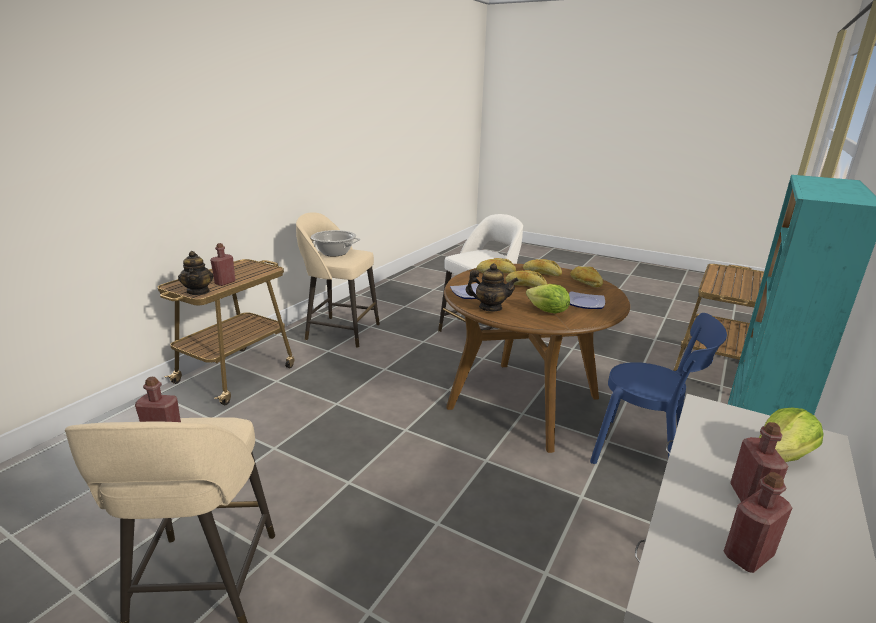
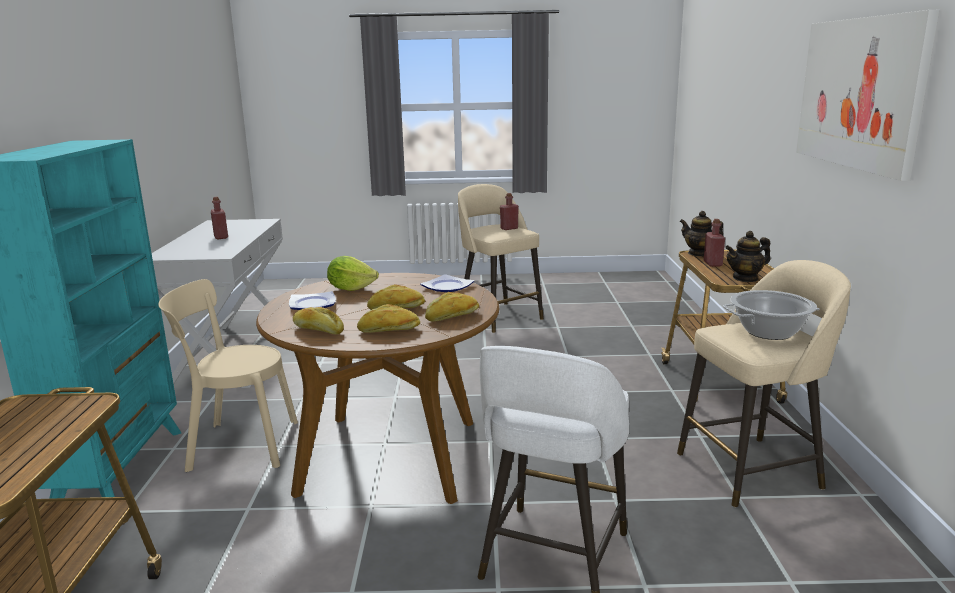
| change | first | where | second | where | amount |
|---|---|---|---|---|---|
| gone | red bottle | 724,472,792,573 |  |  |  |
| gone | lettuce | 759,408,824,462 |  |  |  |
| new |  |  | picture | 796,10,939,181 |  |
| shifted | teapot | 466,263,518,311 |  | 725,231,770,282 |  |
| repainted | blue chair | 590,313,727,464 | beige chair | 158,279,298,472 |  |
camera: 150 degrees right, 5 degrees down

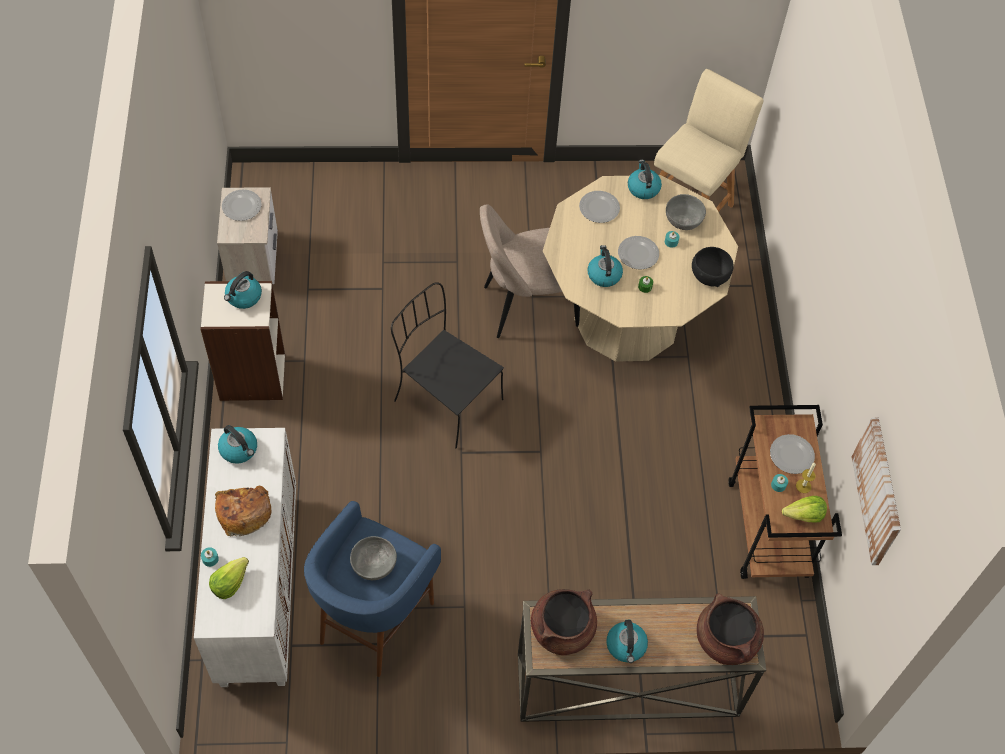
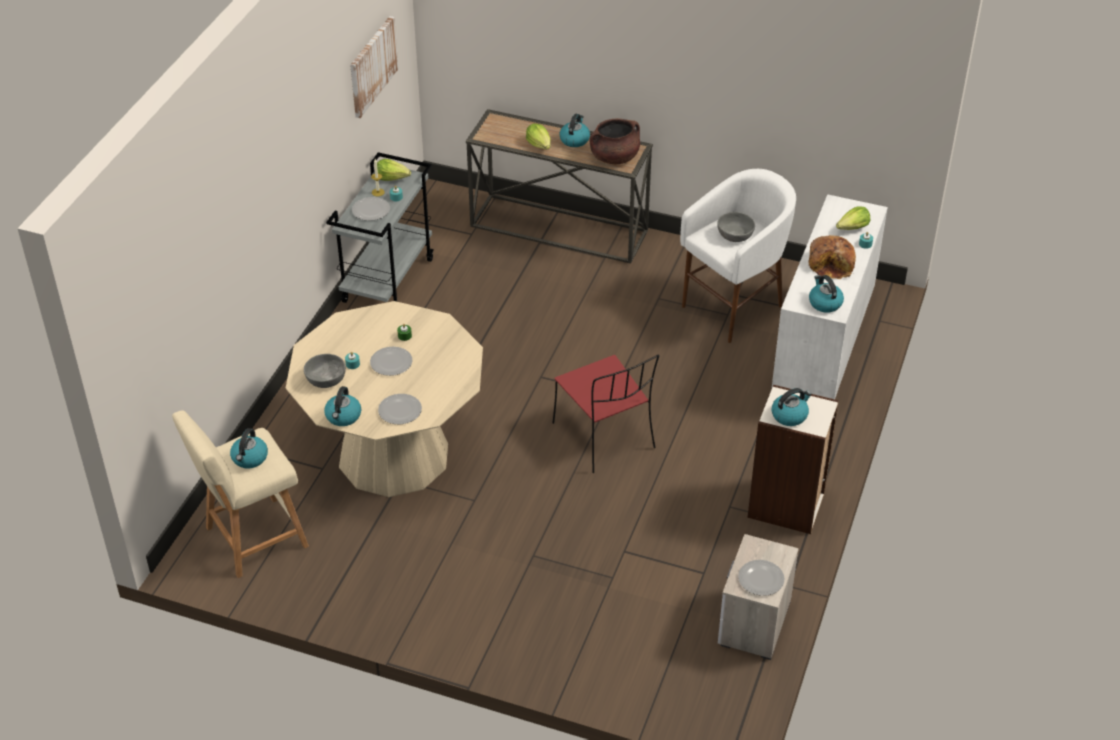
| change | first | where | second | where | amount |
|---|---|---|---|---|---|
| gone | beige chair | 480,205,580,338 |  |  |  |
| gone | black bowl | 692,247,734,287 |  |  |  |
| gone | brown cooking pot | 697,593,764,665 |  |  |  |
| new |  |  | lettuce | 526,123,551,150 |  |
| shifted | kettle | 588,245,623,287 |  | 230,428,268,469 |  |
| repainted | blue stool | 304,501,441,677 | white stool | 680,169,796,343 |  |
| repainted | black chair | 391,282,504,448 | red chair | 552,355,659,473 |  |
| repainted | brown cart | 728,405,842,579 | grey cart | 326,152,434,303 |  |
camera: 155 degrees left, 15 degrees down

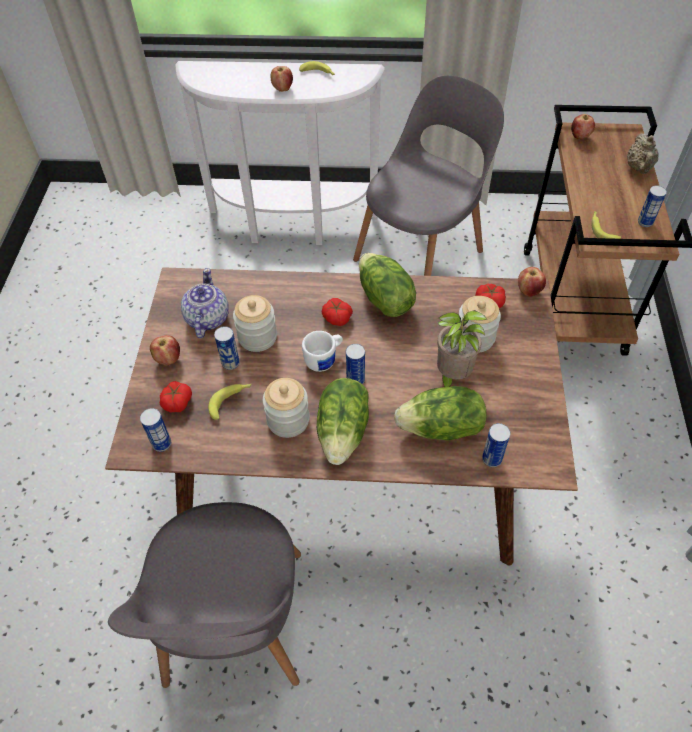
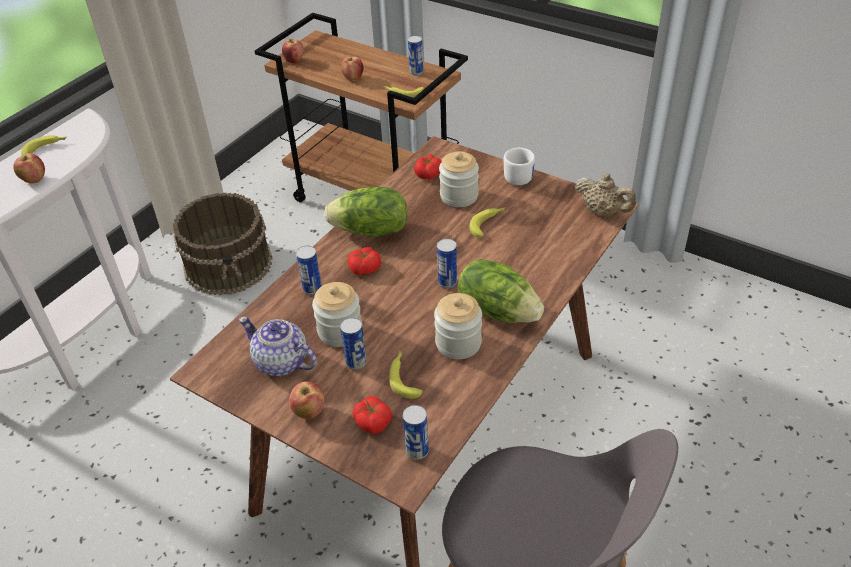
| change | first | where | second | where | amount |
|---|---|---|---|---|---|
| gone | lettuce | 394,386,487,441 |  |  |  |
| shifted | white mug | 302,331,343,372 |  | 504,148,535,185 |  |
| shifted | can | 482,423,510,467 |  | 296,246,322,295 |  |
| shifted | apple | 518,267,546,297 |  | 341,57,364,81 |  |
| shifted | beige teapot | 627,134,658,174 |  | 575,173,636,216 |  |
| swapped | grey chair | 353,76,504,276 | brown bucket | 172,193,273,295 |  |
| swapped | potted plant | 437,310,487,387 | banana | 469,207,505,238 |  |
camera: 60 degrees left, 10 degrees down

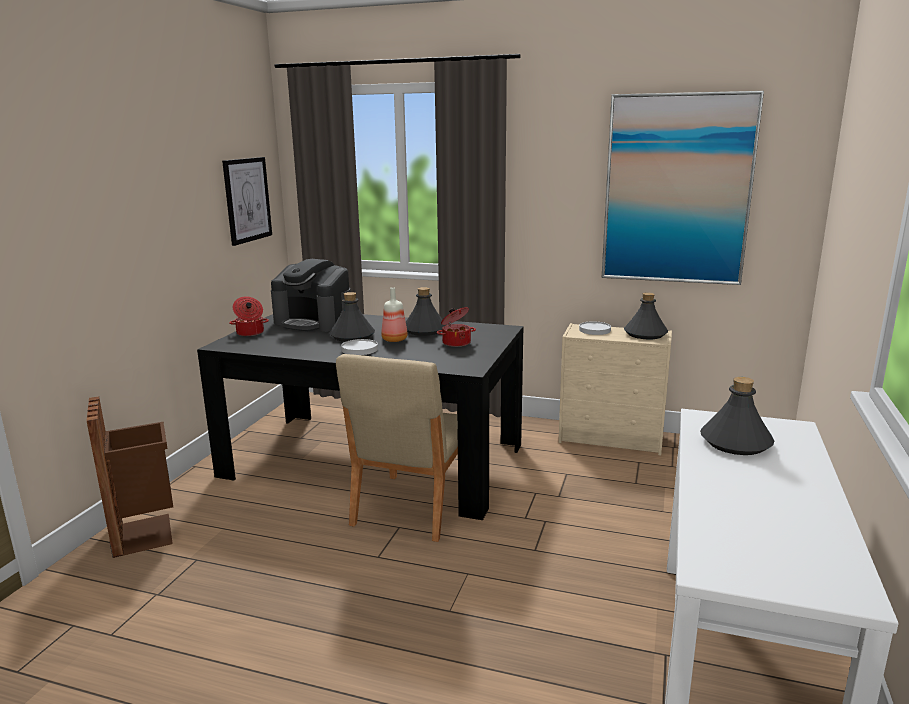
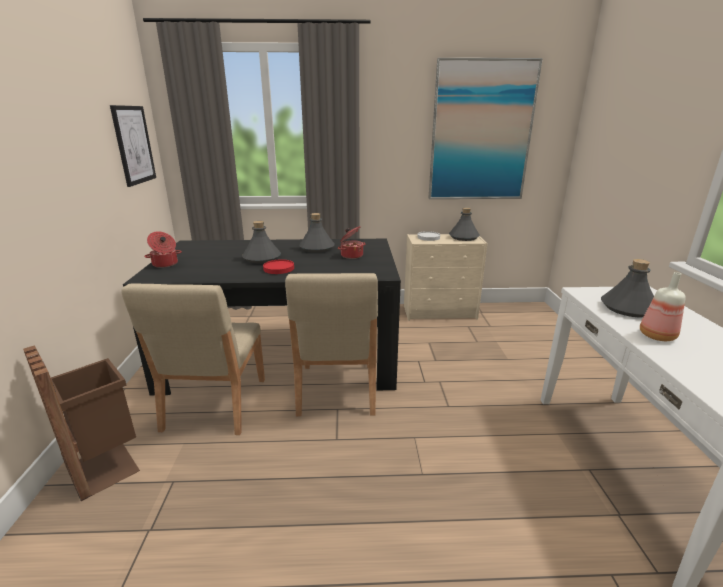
| change | first | where | second | where | amount |
|---|---|---|---|---|---|
| gone | coffee machine | 271,259,351,332 |  |  |  |
| new |  |  | beige chair | 121,284,265,435 |  |
| shifted | bottle | 381,287,408,342 |  | 640,272,686,341 |  |
| repainted | white plate | 341,339,378,355 | red plate | 263,259,294,274 |  |
camera: 20 degrees left, 5 degrees up

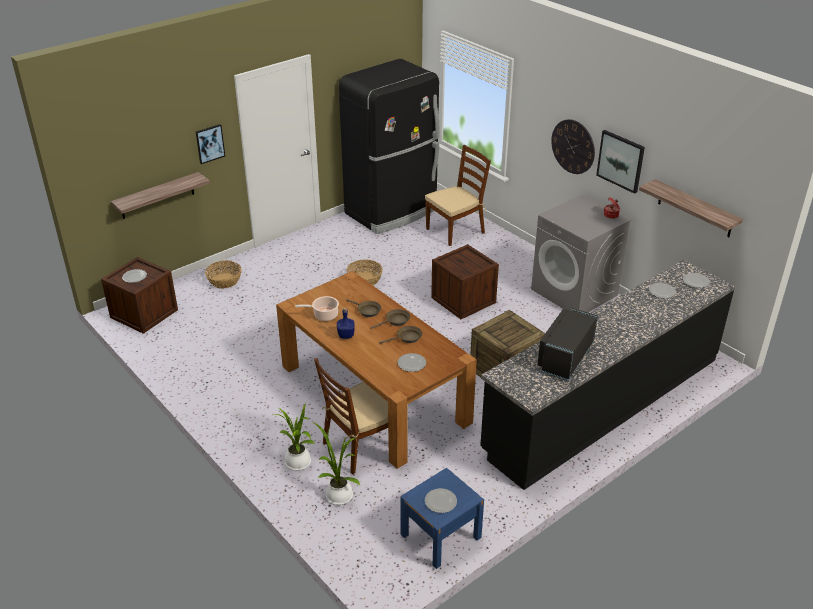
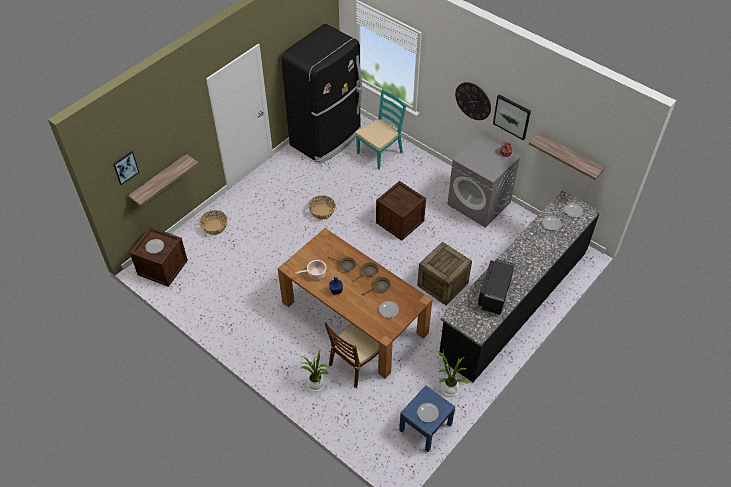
| change | first | where | second | where | amount |
|---|---|---|---|---|---|
| shifted | picture | 196,124,225,164 |  | 113,151,139,185 |  |
| shifted | potted plant | 314,423,360,505 |  | 436,349,468,396 |  |
| repainted | brown chair | 425,145,491,246 | turquoise chair | 355,89,406,169 |  |
camera: 10 degrees left, 15 degrees up

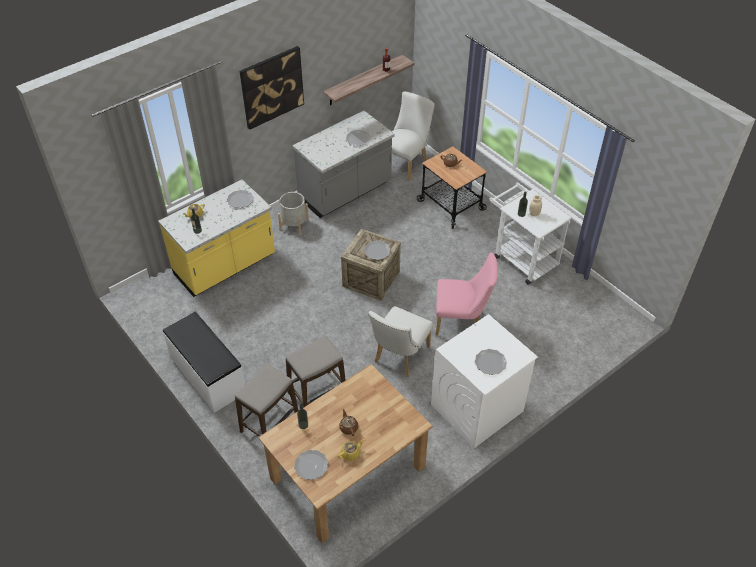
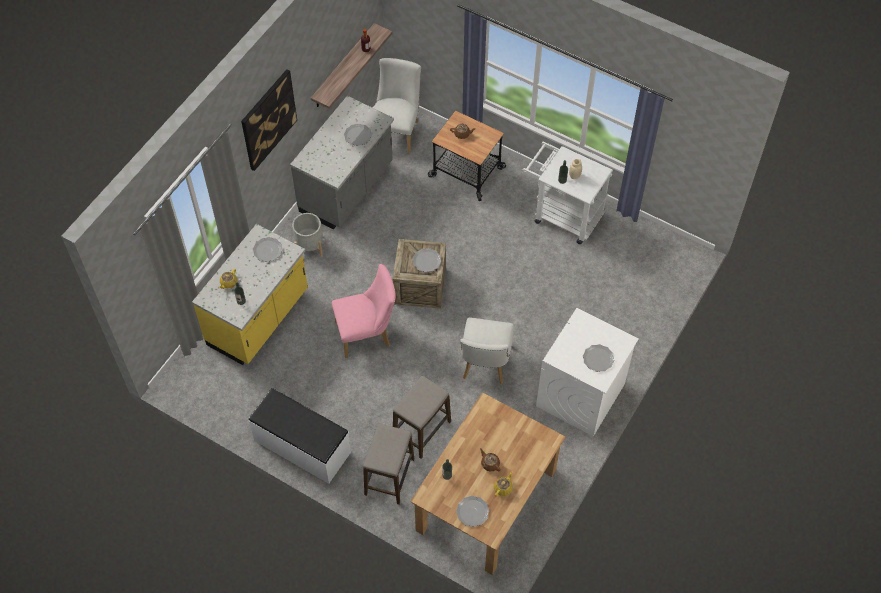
| change | first | where | second | where | amount |
|---|---|---|---|---|---|
| shifted | pink chair | 436,252,498,335 |  | 332,264,396,358 |  |
camera: 20 degrees left, 10 degrees up

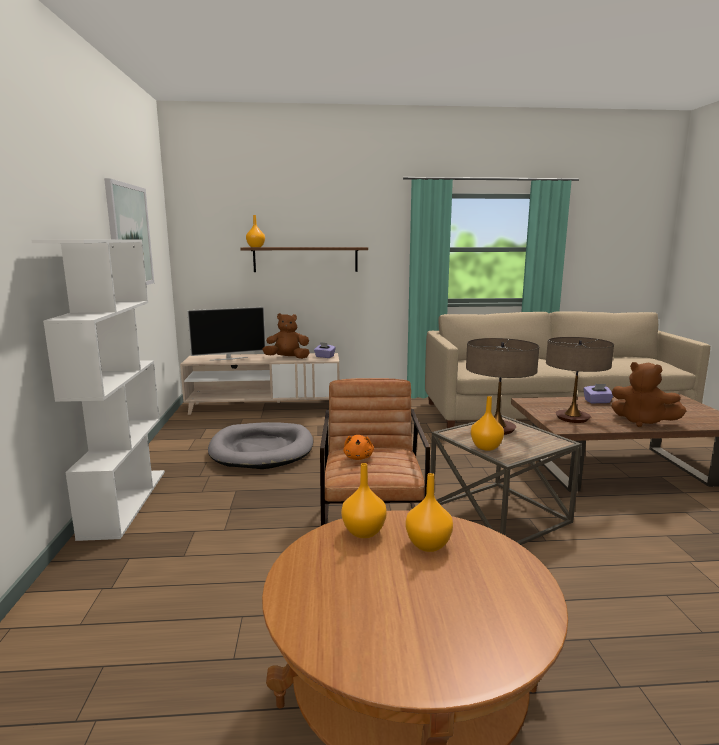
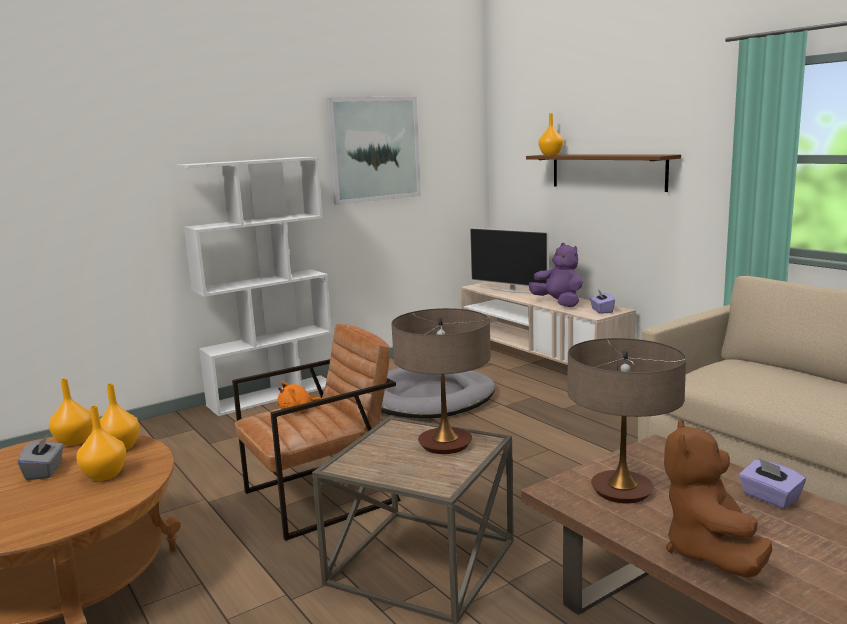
| change | first | where | second | where | amount |
|---|---|---|---|---|---|
| new |  |  | grey tissue box | 18,434,64,480 |  |
| shifted | orange vase | 471,396,504,451 |  | 49,378,93,446 |  |
| repainted | brown plush toy | 262,313,310,359 | purple plush toy | 529,243,583,307 |  |
camera: 60 degrees right, 0 degrees up

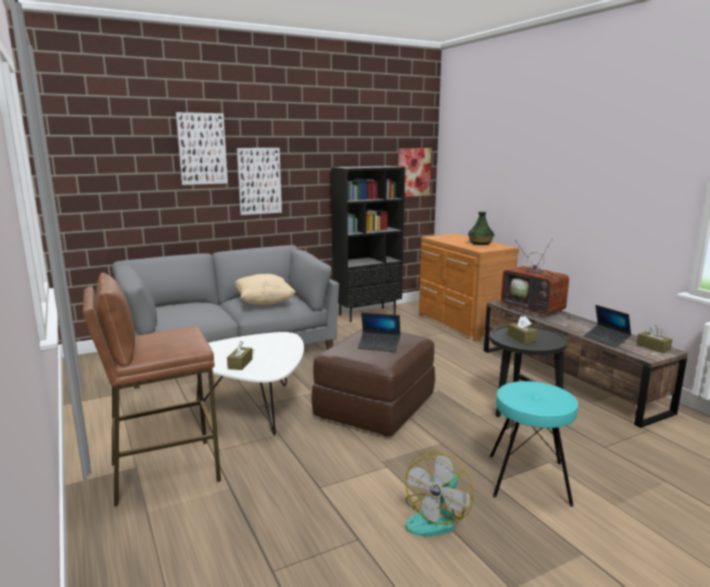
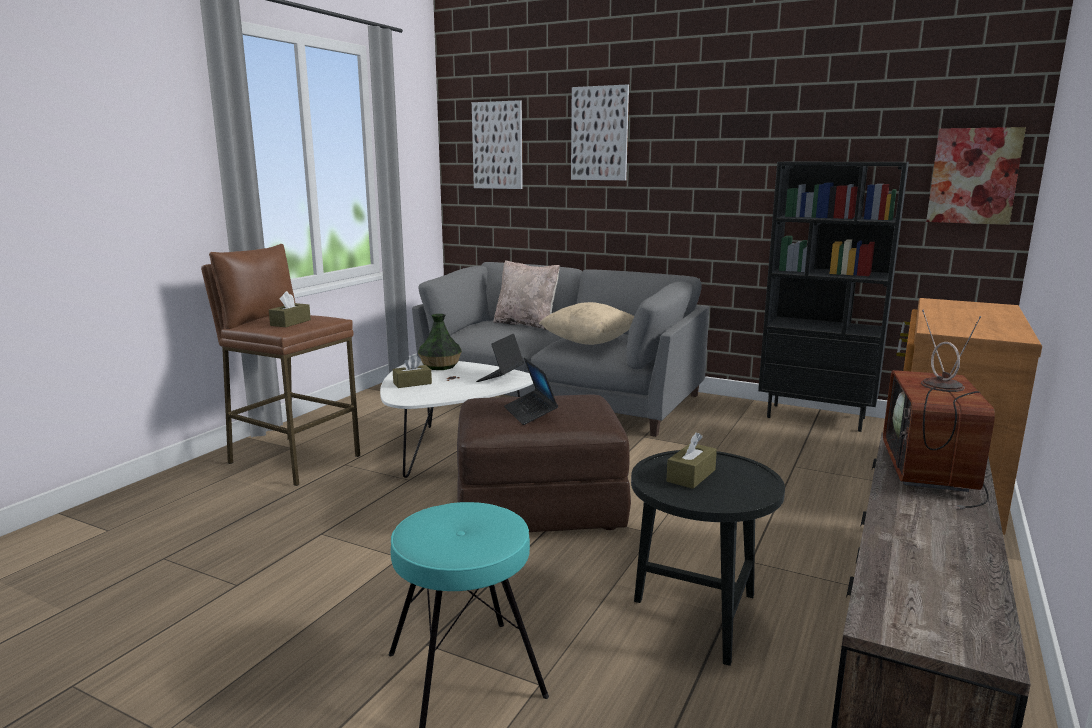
| change | first | where | second | where | amount |
|---|---|---|---|---|---|
| gone | fan | 405,451,474,536 |  |  |  |
| new |  |  | beige pillow | 493,260,560,330 |  |
| shifted | picture | 237,148,282,215 |  | 472,100,523,189 |  |
| shifted | vase | 468,212,494,245 |  | 418,314,462,370 |  |
| shifted | laptop | 583,305,631,348 |  | 476,334,524,382 |  |
| shifted | brown tissue box | 636,326,673,353 |  | 269,291,311,327 |  |
camera: 55 degrees right, 0 degrees up

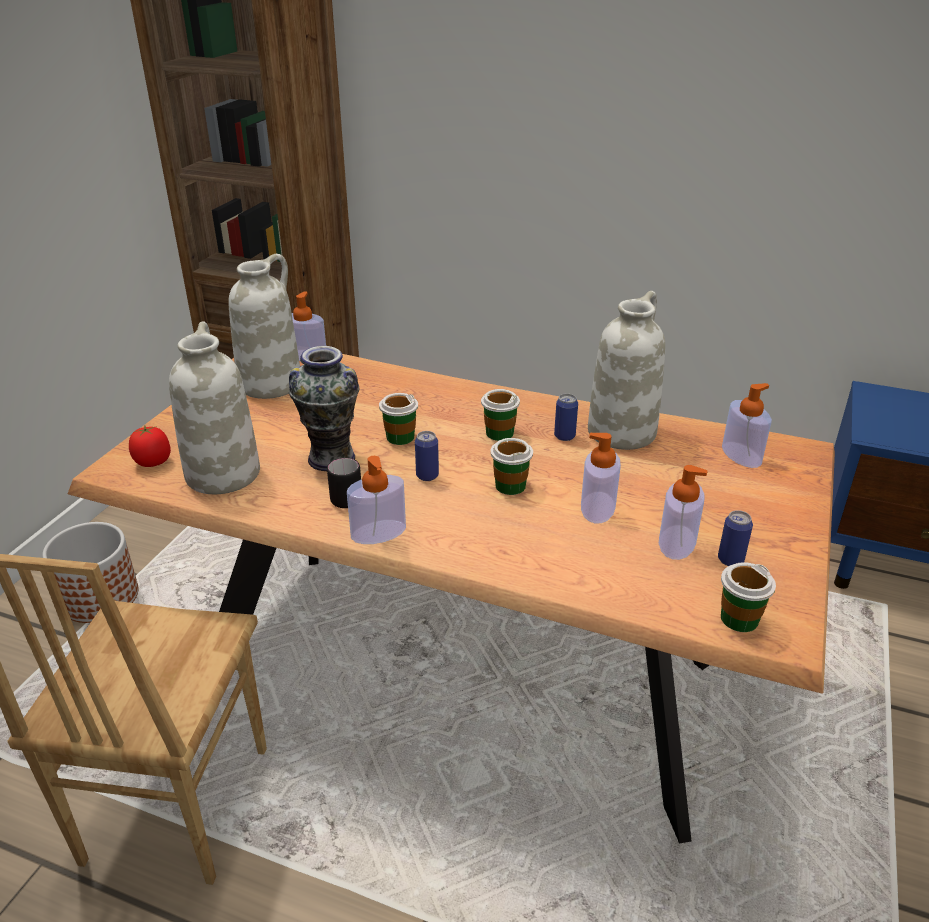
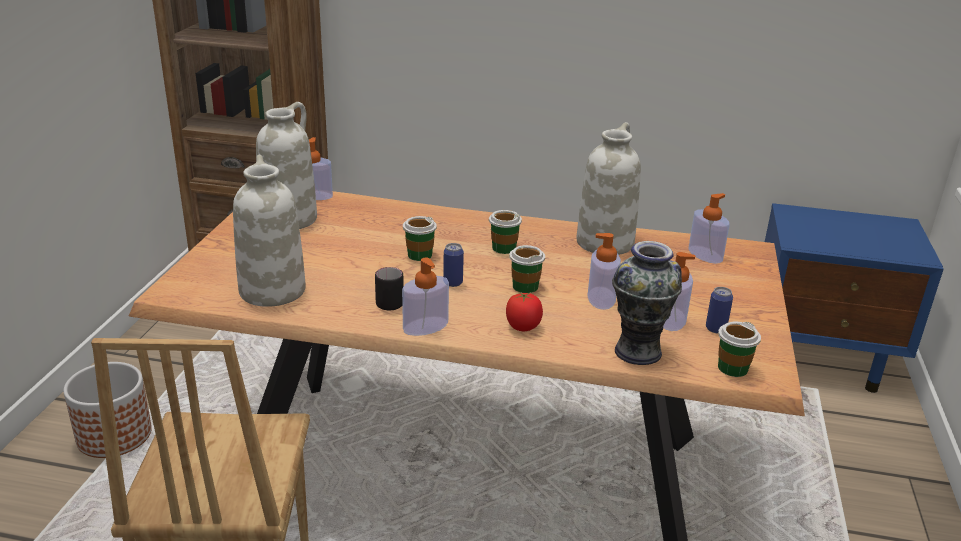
| change | first | where | second | where | amount |
|---|---|---|---|---|---|
| gone | can | 554,393,578,441 |  |  |  |
| shifted | tomato | 129,425,171,467 |  | 506,292,543,331 |  |
| shifted | vase | 289,346,359,471 |  | 612,241,682,365 |  |
camera: 10 degrees left, 5 degrees down

